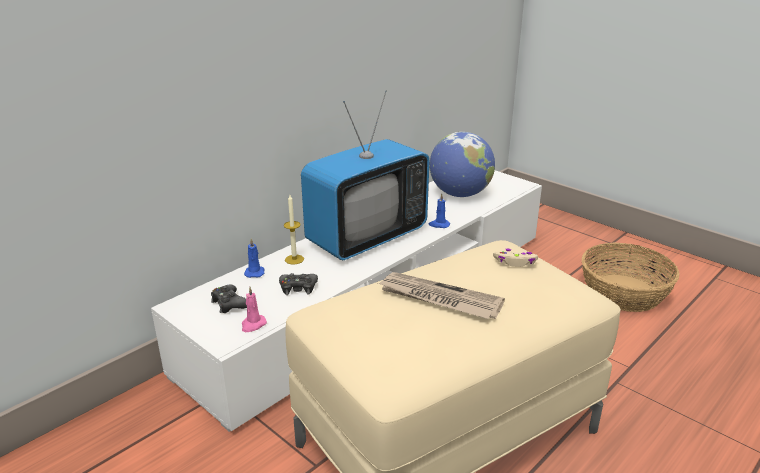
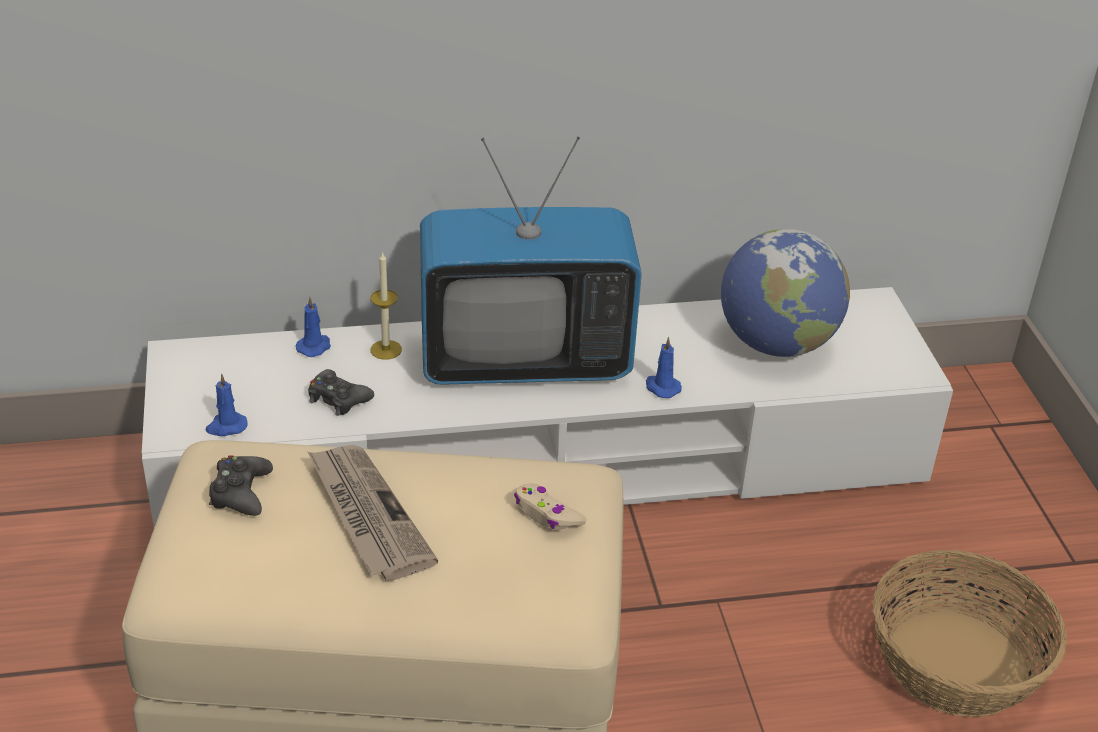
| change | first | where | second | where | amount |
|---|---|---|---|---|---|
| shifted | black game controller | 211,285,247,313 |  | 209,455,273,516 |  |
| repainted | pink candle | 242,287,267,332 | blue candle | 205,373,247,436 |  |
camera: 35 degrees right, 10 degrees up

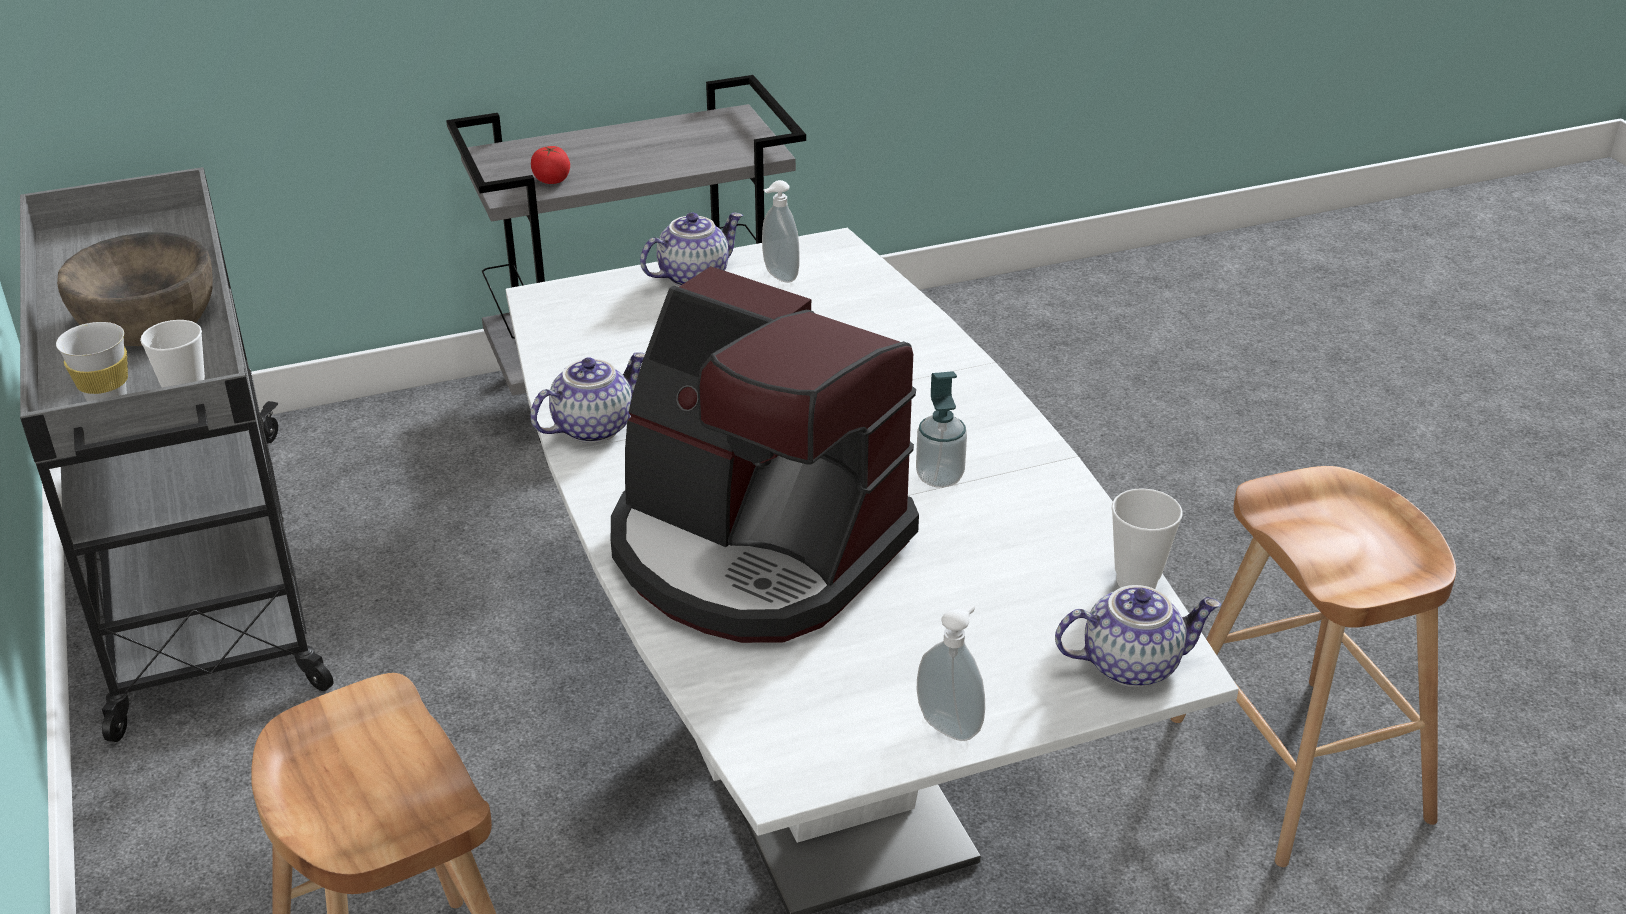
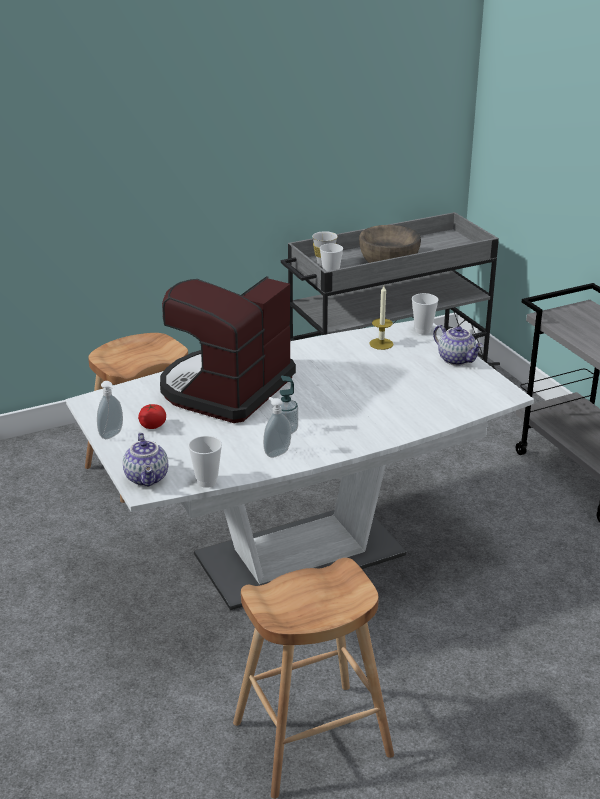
| change | first | where | second | where | amount |
|---|---|---|---|---|---|
| gone | teapot | 531,352,645,443 |  |  |  |
| new |  |  | candle | 369,286,394,350 |  |
| new |  |  | cup | 412,293,438,334 |  |
| shifted | tomato | 531,146,570,184 |  | 138,404,166,429 |  |
| shifted | soap dispenser | 762,180,800,283 |  | 263,397,291,458 |  |
camera: 85 degrees right, 5 degrees down

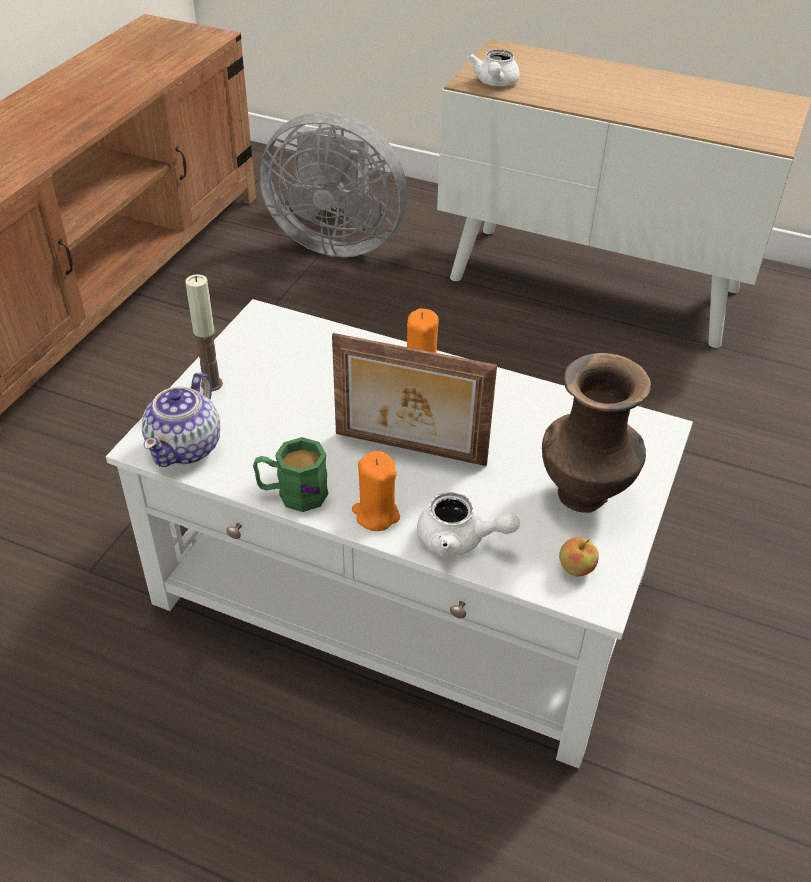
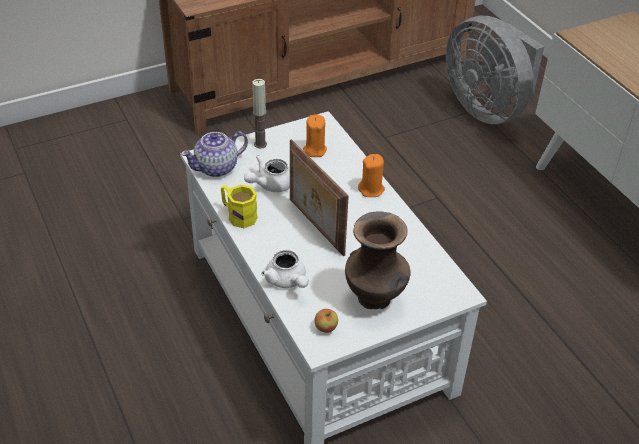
| change | first | where | second | where | amount |
|---|---|---|---|---|---|
| shifted | orange candle | 352,451,400,531 |  | 303,114,327,157 |  |
| shifted | white teapot | 468,49,520,86 |  | 244,155,290,192 |  |
| repainted | green mug | 253,437,329,512 | yellow mug | 221,185,258,228 |  |
camera: 40 degrees right, 0 degrees up

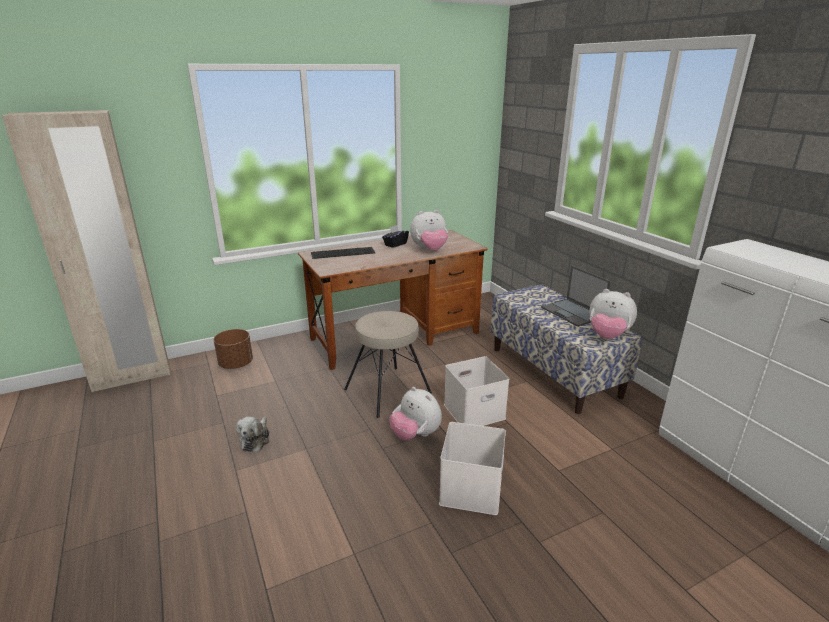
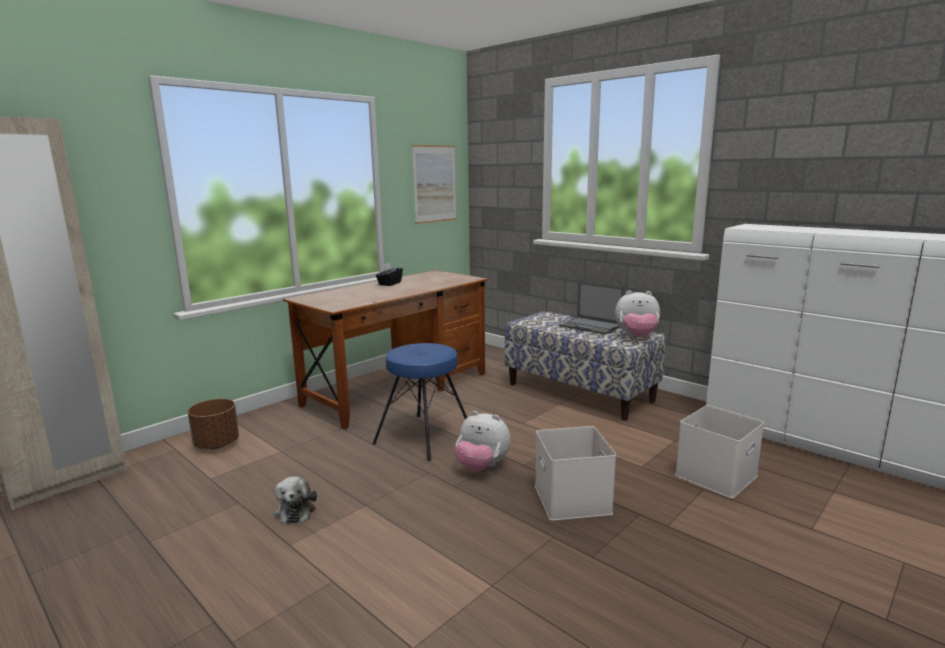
| change | first | where | second | where | amount |
|---|---|---|---|---|---|
| gone | keyboard | 311,247,375,259 |  |  |  |
| gone | plush toy | 410,210,448,250 |  |  |  |
| new |  |  | picture | 412,145,456,224 |  |
| shifted | white storage box | 444,356,509,426 |  | 675,405,764,498 |  |
| repainted | beige stool | 344,311,432,418 | blue stool | 373,343,467,461 |  |
camera: 20 degrees left, 10 degrees down

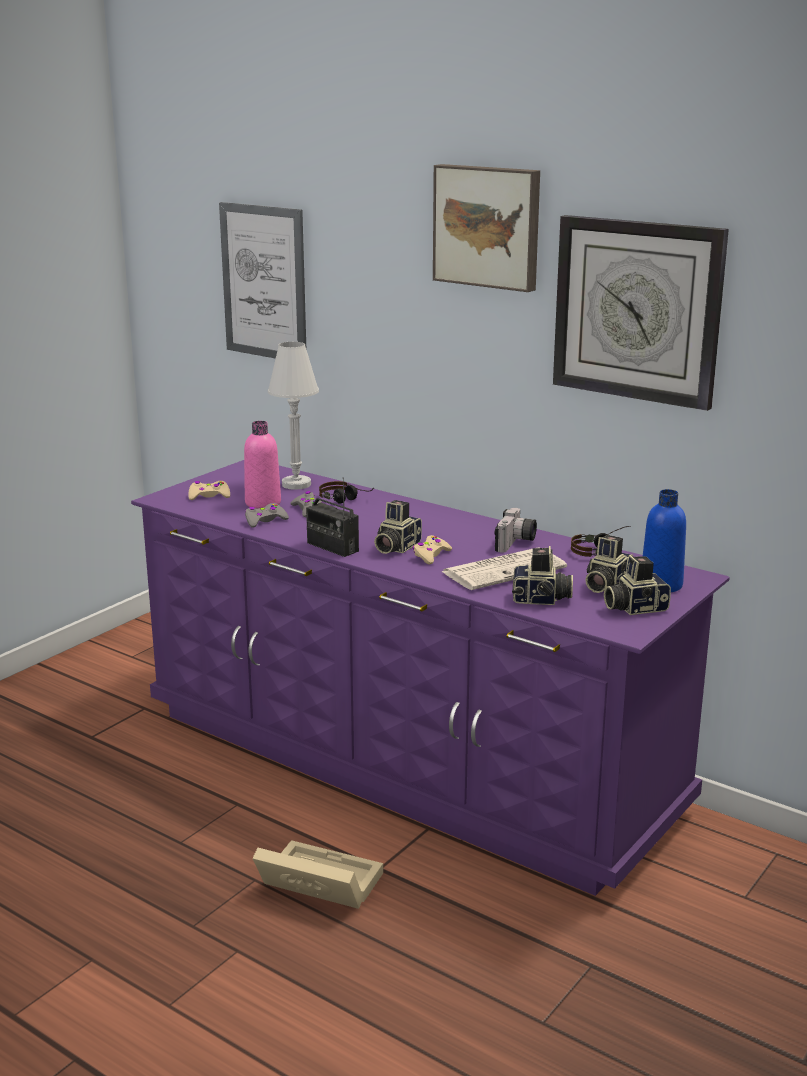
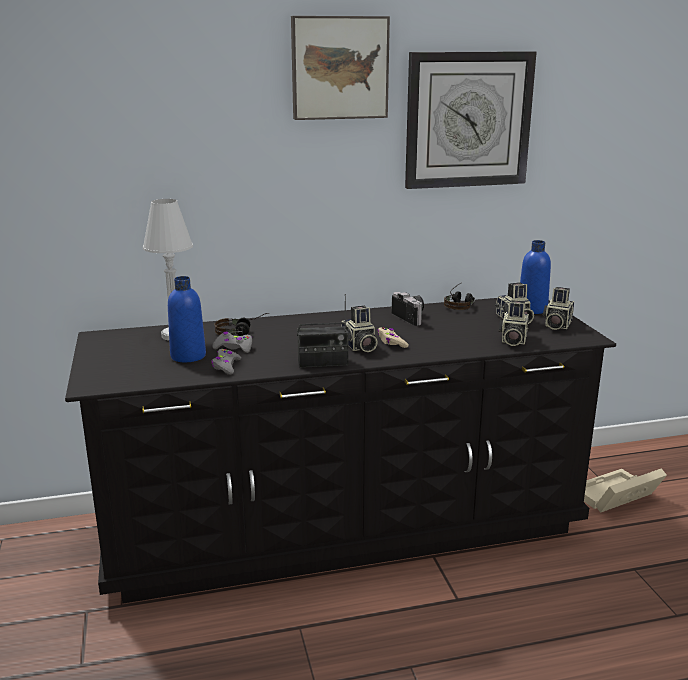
| change | first | where | second | where | amount |
|---|---|---|---|---|---|
| gone | beige game controller | 188,481,230,500 |  |  |  |
| gone | picture | 219,202,306,359 |  |  |  |
| gone | newspaper | 441,547,567,590 |  |  |  |
| shifted | beige storage box | 252,840,383,909 |  | 584,469,667,513 |  |
| repainted | purple dresser | 131,460,730,896 | black dresser | 65,298,616,604 |  |
| repainted | pink bottle | 244,421,281,509 | blue bottle | 168,276,206,362 |  |
| rotated | photo camera | 512,546,573,605 |  | 499,300,529,346 | 150 degrees clockwise |
camera: 50 degrees left, 0 degrees up

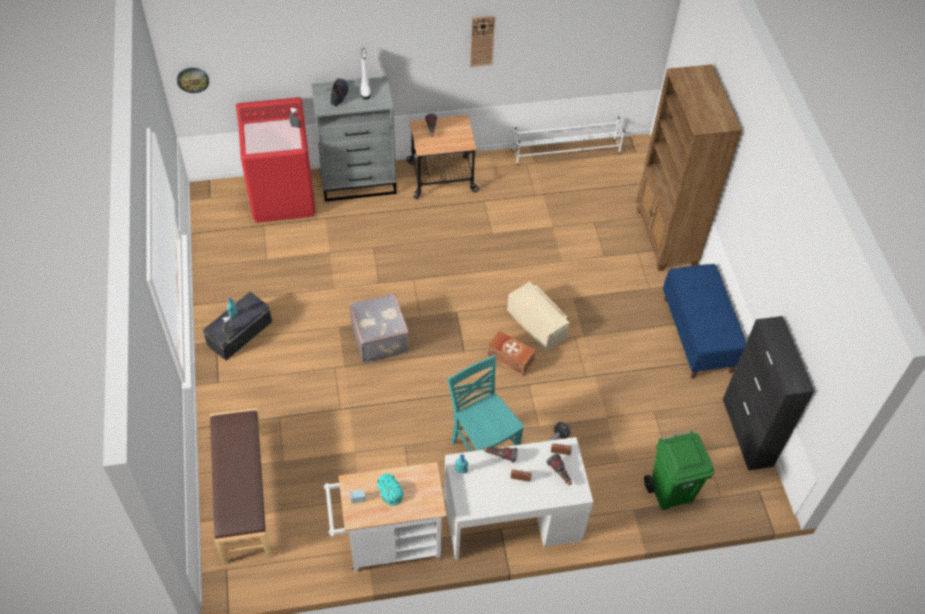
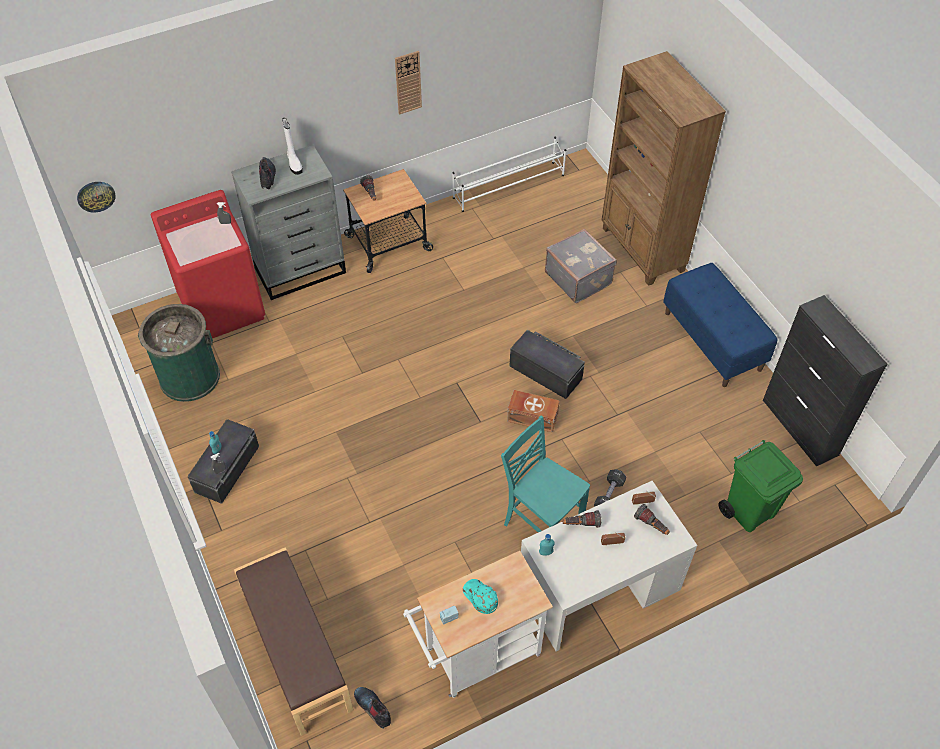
| change | first | where | second | where | amount |
|---|---|---|---|---|---|
| new |  |  | green trash can | 138,304,220,402 |  |
| new |  |  | boot | 354,687,391,729 |  |
| shifted | grey suitcase | 349,293,409,363 |  | 545,229,617,303 |  |
| repainted | beige storage box | 507,282,569,351 | black storage box | 510,330,585,399 |  |
camera: 15 degrees left, 0 degrees up

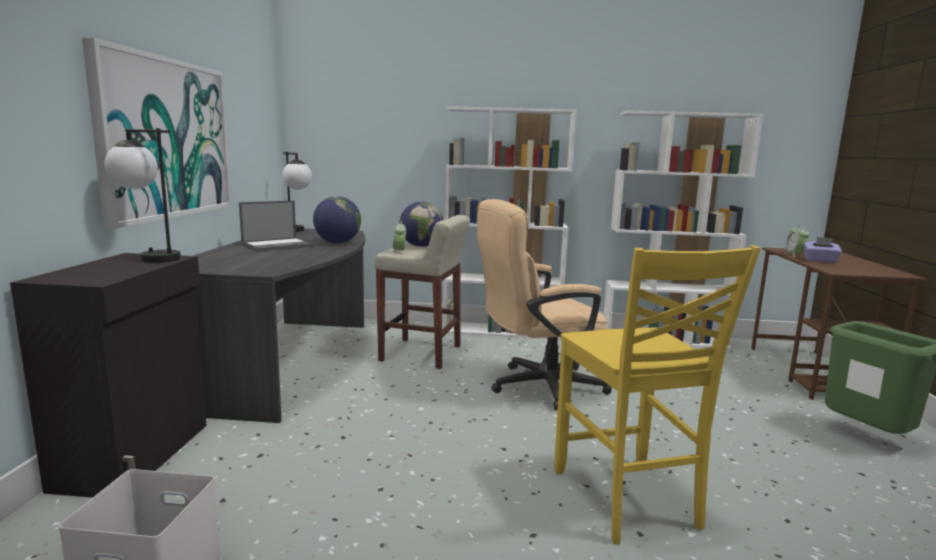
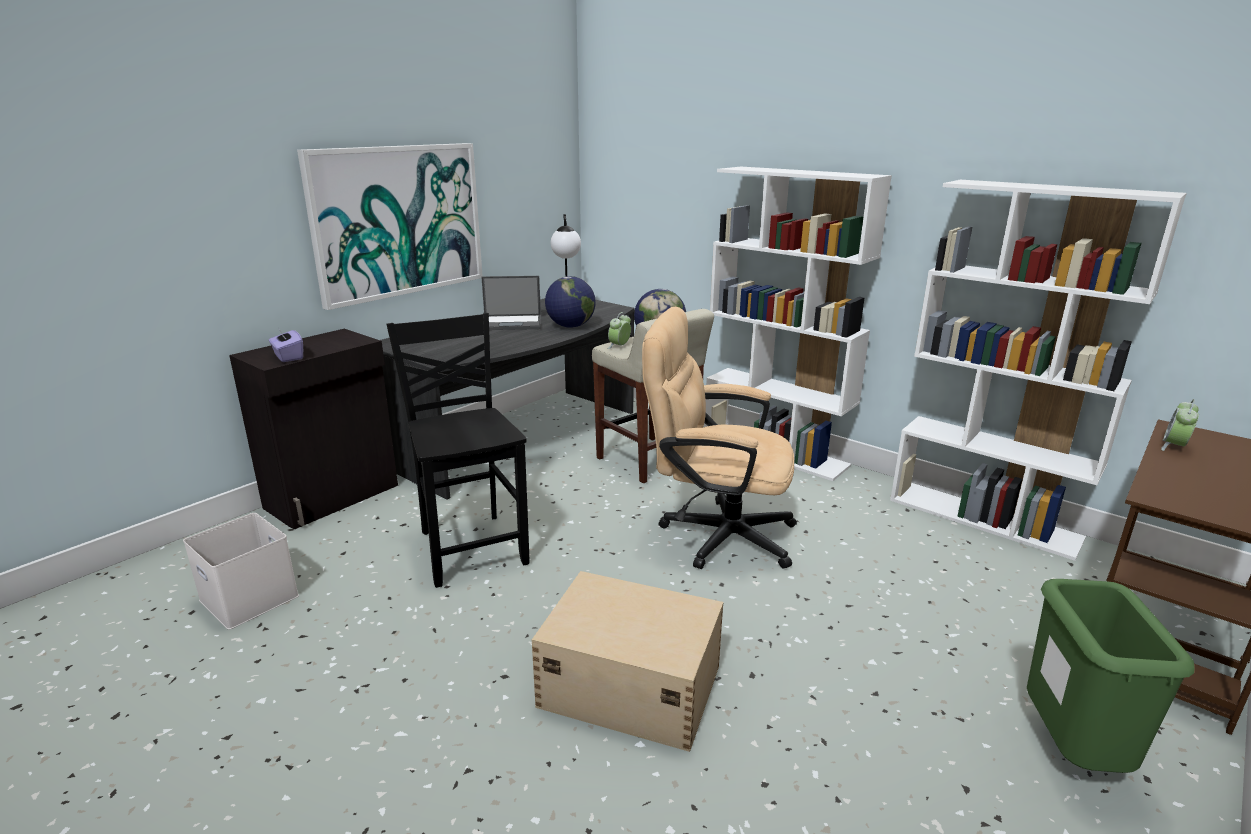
| change | first | where | second | where | amount |
|---|---|---|---|---|---|
| gone | table lamp | 104,128,181,263 |  |  |  |
| new |  |  | black chair | 387,313,530,588 |  |
| shifted | purple tissue box | 803,237,842,263 |  | 269,329,303,362 |  |
| swapped | yellow chair | 554,245,761,544 | beige storage box | 532,571,723,752 |  |
camera: 35 degrees right, 10 degrees up

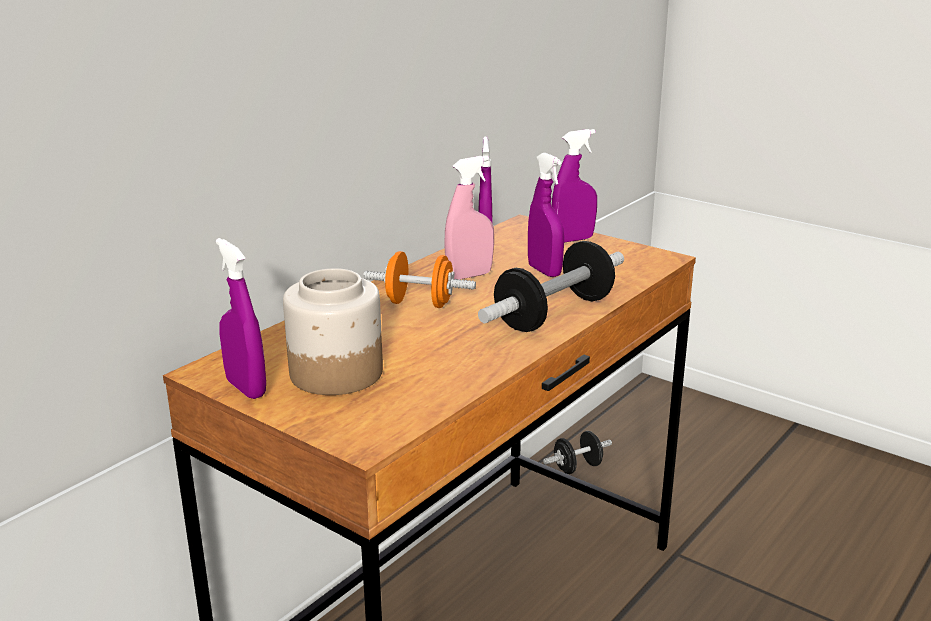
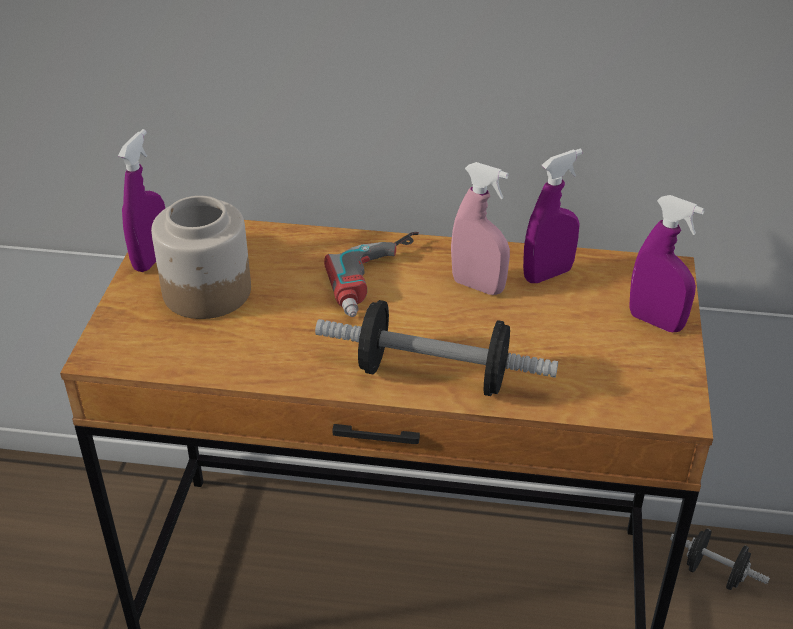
| change | first | where | second | where | amount |
|---|---|---|---|---|---|
| gone | purple spray bottle | 528,153,564,277 |  |  |  |
| swapped | orange dumbbell | 363,251,476,308 | power drill | 324,232,419,317 |  |
camera: 60 degrees right, 15 degrees up

